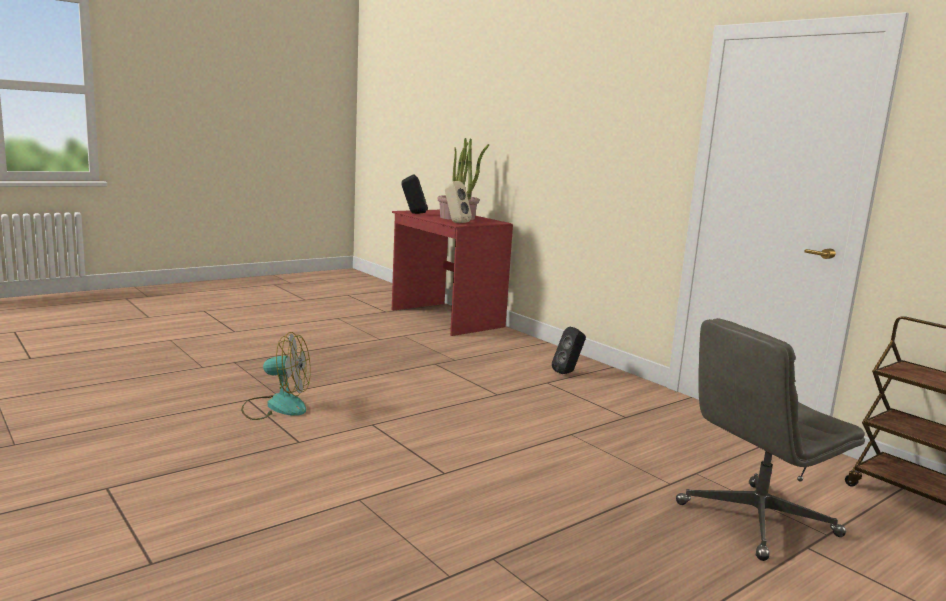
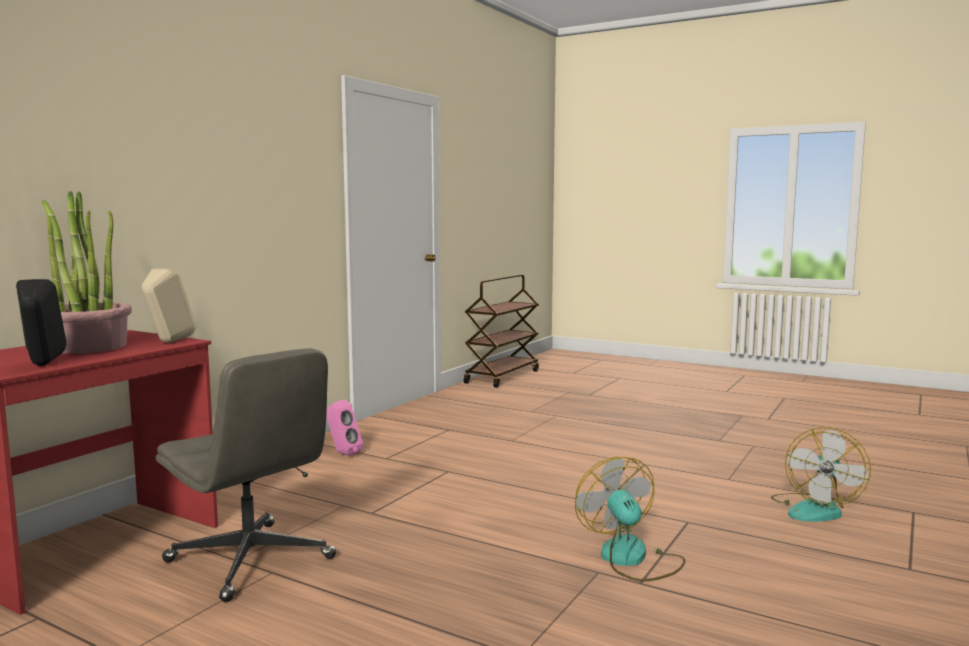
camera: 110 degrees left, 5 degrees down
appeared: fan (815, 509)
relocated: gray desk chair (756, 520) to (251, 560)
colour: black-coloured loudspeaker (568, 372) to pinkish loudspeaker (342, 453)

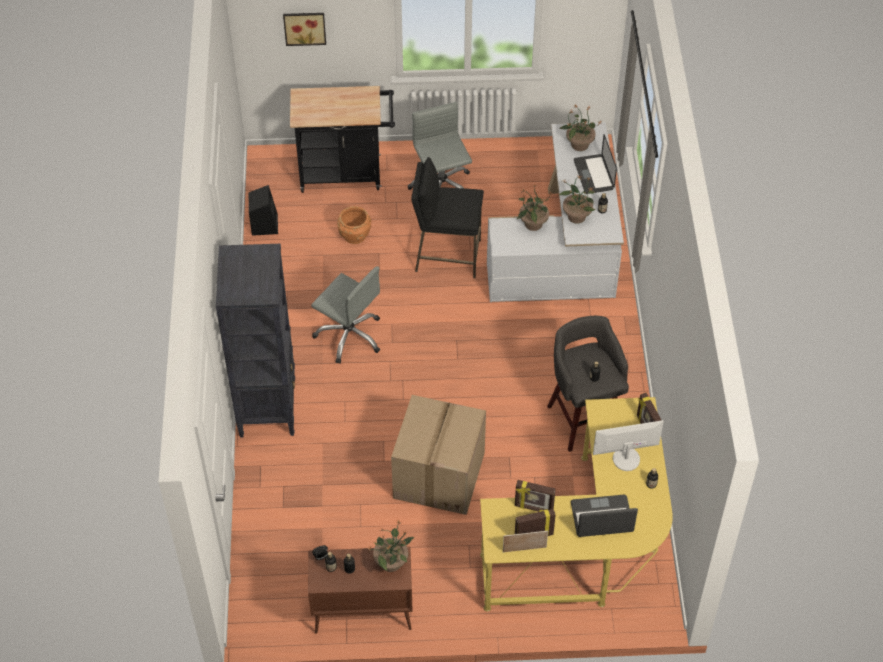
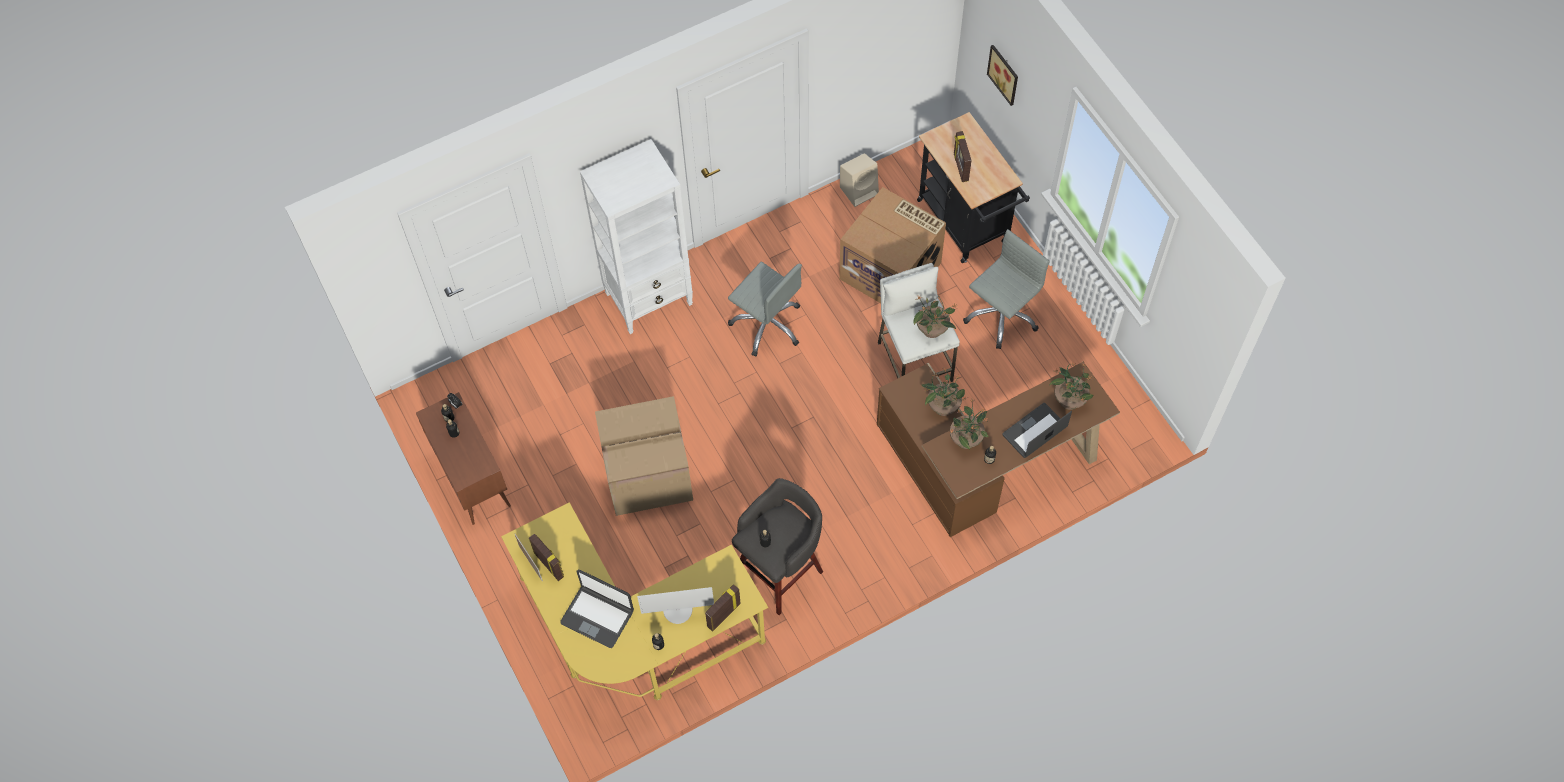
camera: 65 degrees right, 10 degrees up
relocated: photo frame (533, 508) to (960, 167); potted plant (392, 562) to (932, 330)
exchanged: orange flower pot (355, 235) to carton (892, 270)
colour: white desk (564, 252) to brownish desk (984, 464); black-coloured sitting stool (447, 256) to white sitting stool (914, 361); black-coloured loudspeaker (264, 224) to beige loudspeaker (859, 190); black-coloured shelving unit (268, 407) to white shelving unit (650, 299)
spun: gray desk chair (349, 335) = (767, 324) 60 degrees counterclockwise; computer screen (626, 458) = (678, 610) 120 degrees clockwise; portable computer (602, 518) = (597, 616) 150 degrees clockwise

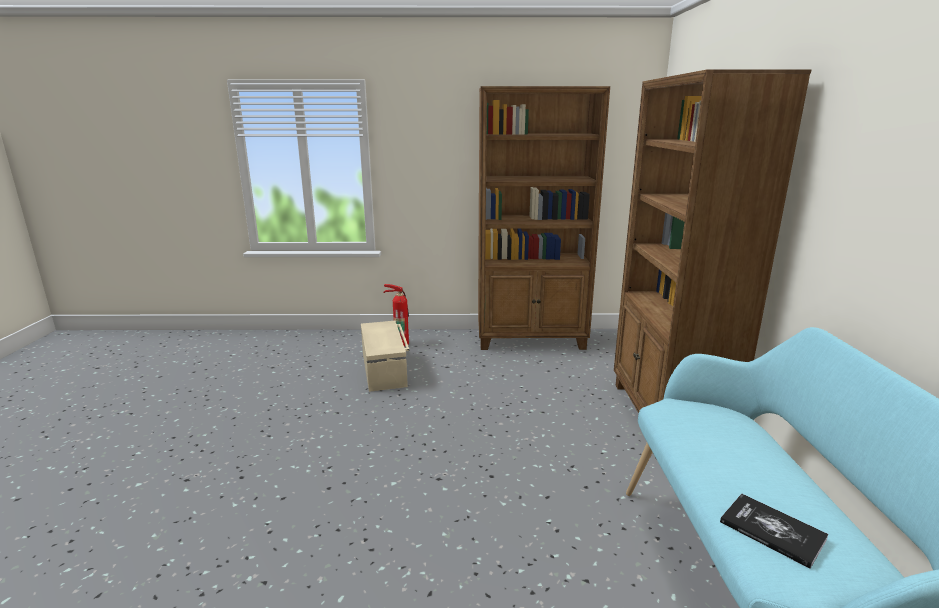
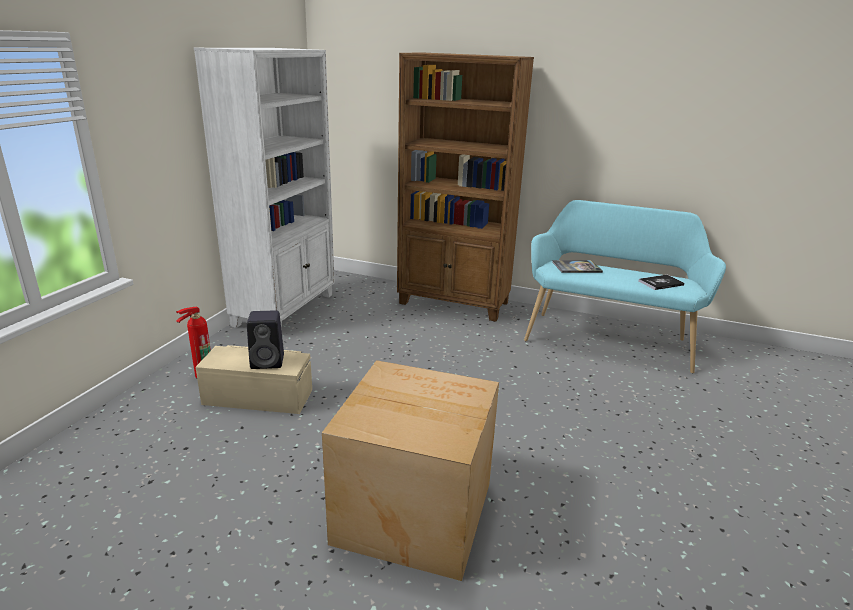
camera: 70 degrees left, 5 degrees up
appeared: volume (576, 267); black-coloured loudspeaker (268, 361); carton (412, 510)
colour: brownish shelving unit (531, 340) to white shelving unit (286, 309)

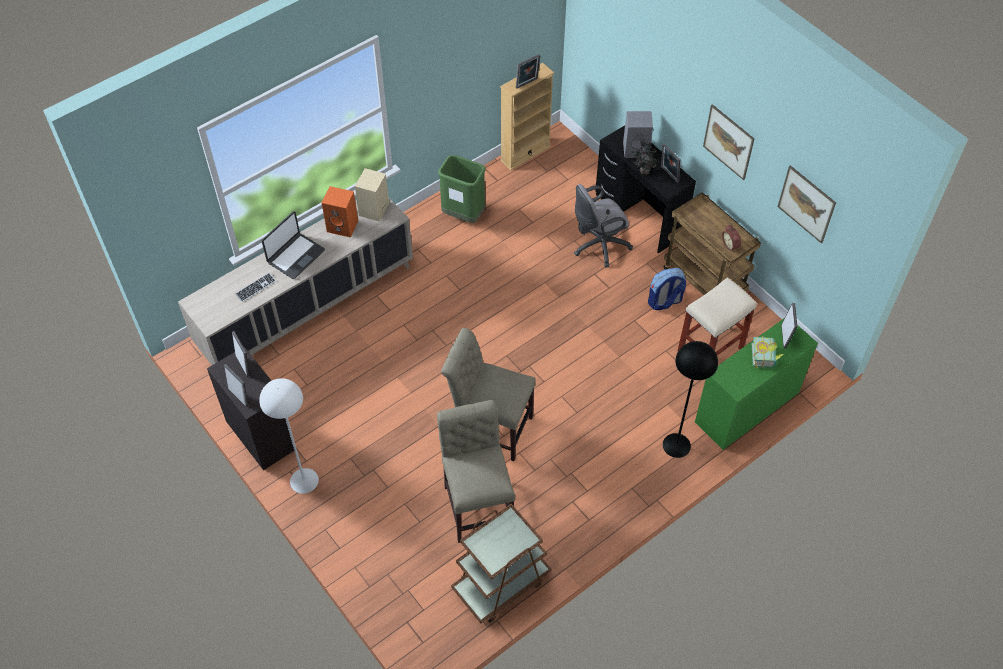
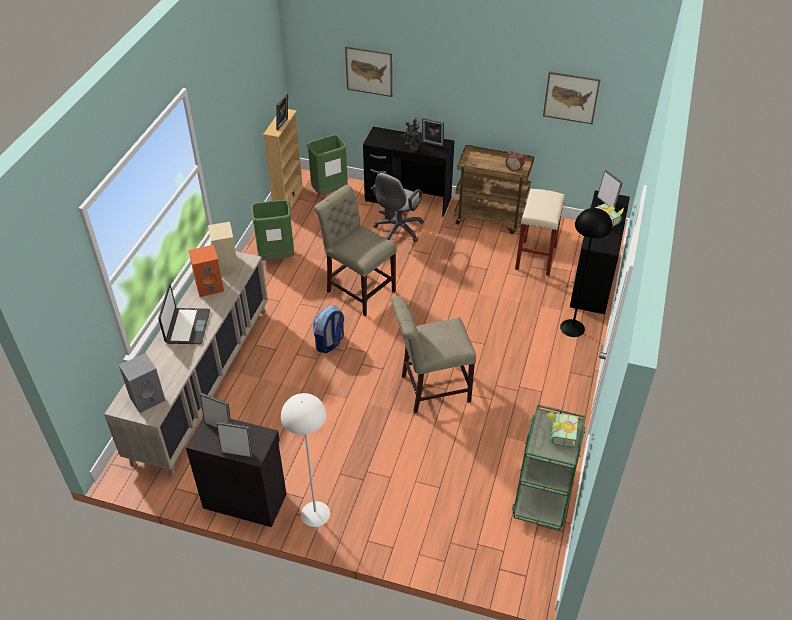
camera: 35 degrees left, 10 degrees down
missing: keyboard (255, 288)
appeared: green-coloured waste bin (329, 192); volume (559, 434)
relocated: wall picture (728, 142) to (369, 71); gray loudspeaker (636, 149) to (148, 398); knapsack (664, 301) to (330, 343); beige plain chair (477, 503) to (358, 289)
colour: green-coloured desk (747, 407) to black-coloured desk (593, 280); brownish cart (501, 583) to green-coloured cart (543, 493)

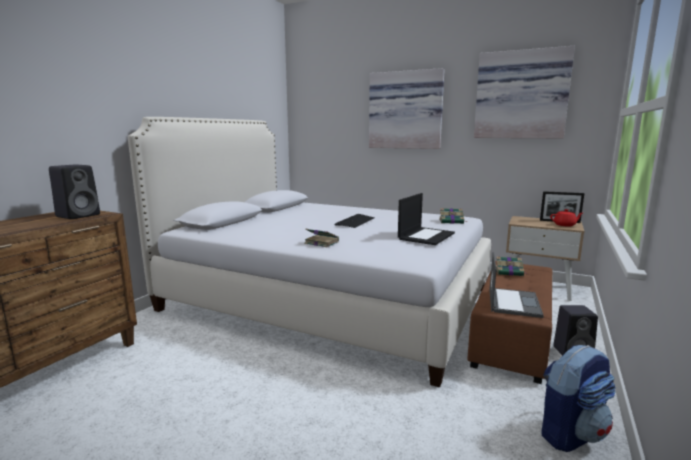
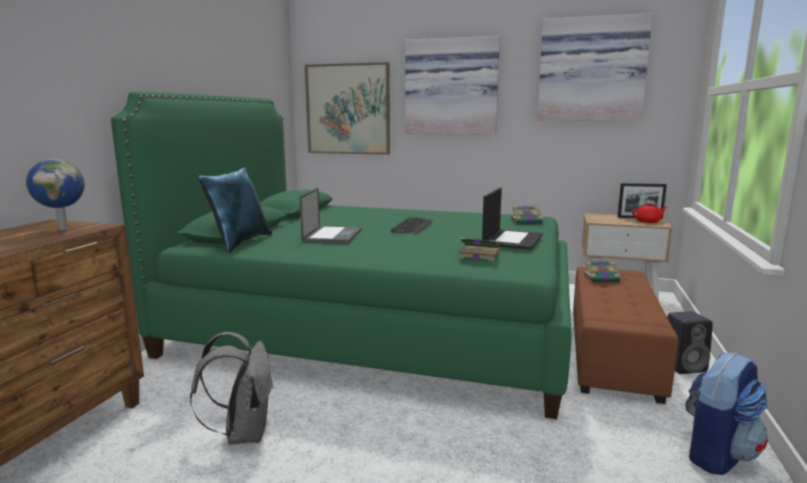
camera: 10 degrees left, 0 degrees up
appeared: wall picture (348, 109); bluish throw pillow (240, 242); gray knapsack (243, 433)
relocated: volume (321, 242) to (478, 255); portable computer (513, 302) to (332, 235)
exchanged: black-coloured loudspeaker (79, 215) to globe (63, 229)
colour: white bedroom bed (327, 299) to green-coloured bedroom bed (377, 326)

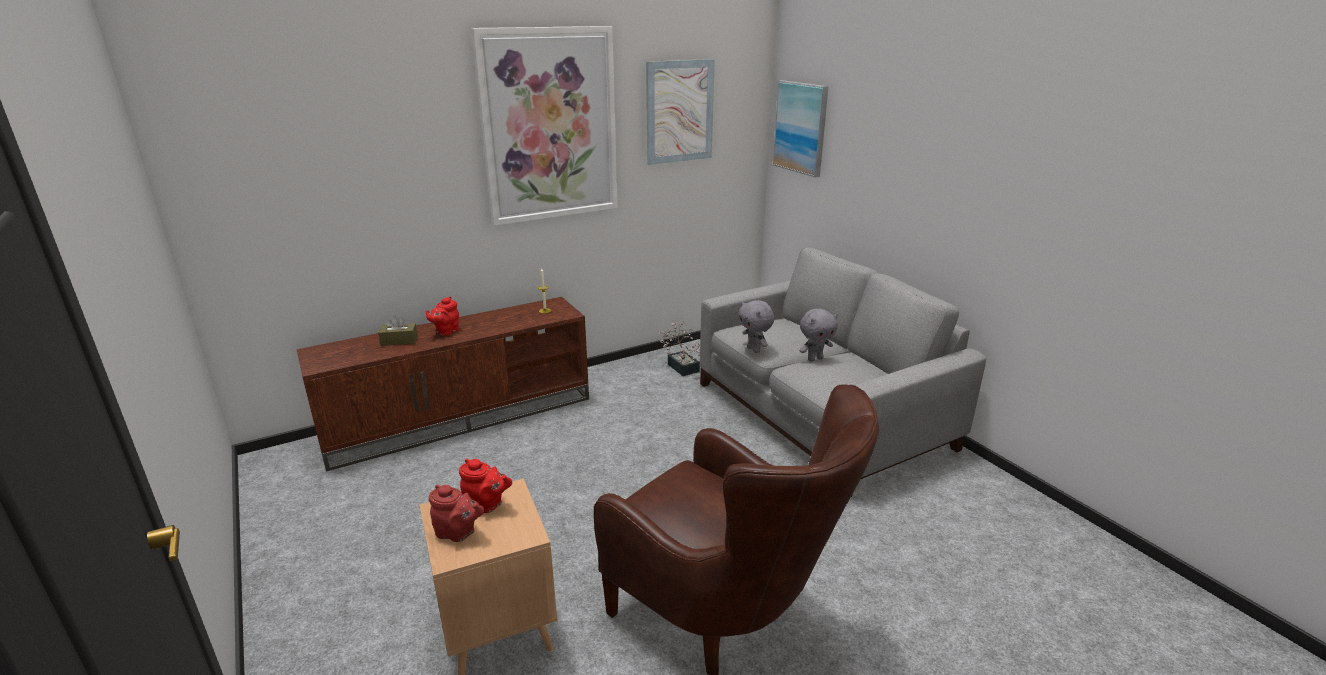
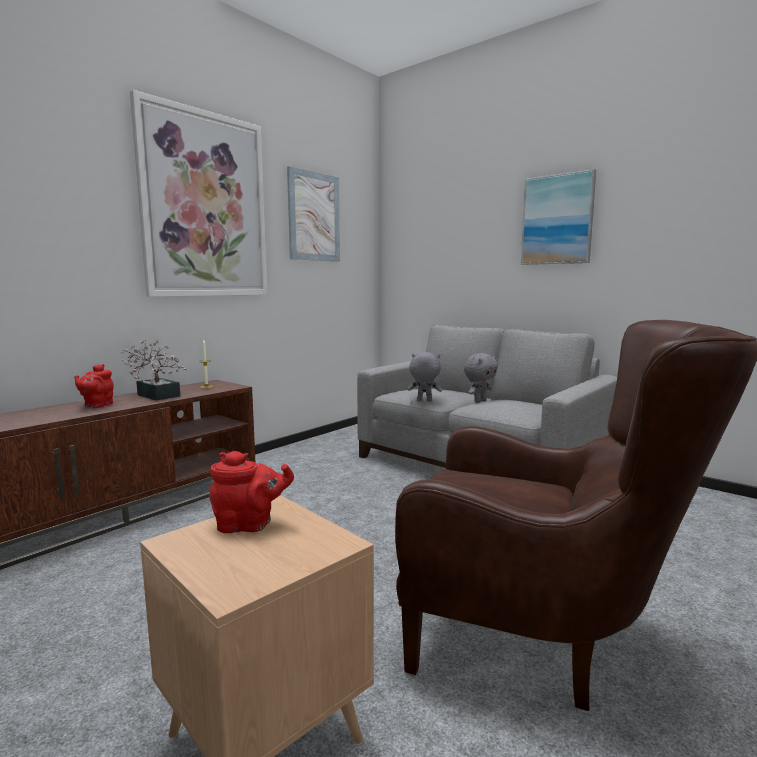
camera: 20 degrees left, 15 degrees down
missing: brownish box of tissues (399, 341); red-coloured tea pot (458, 533)
relocated: wall picture (801, 127) to (557, 220); potted plant (681, 366) to (156, 394)
spun: gray plush toy (754, 349) = (424, 400) 150 degrees clockwise

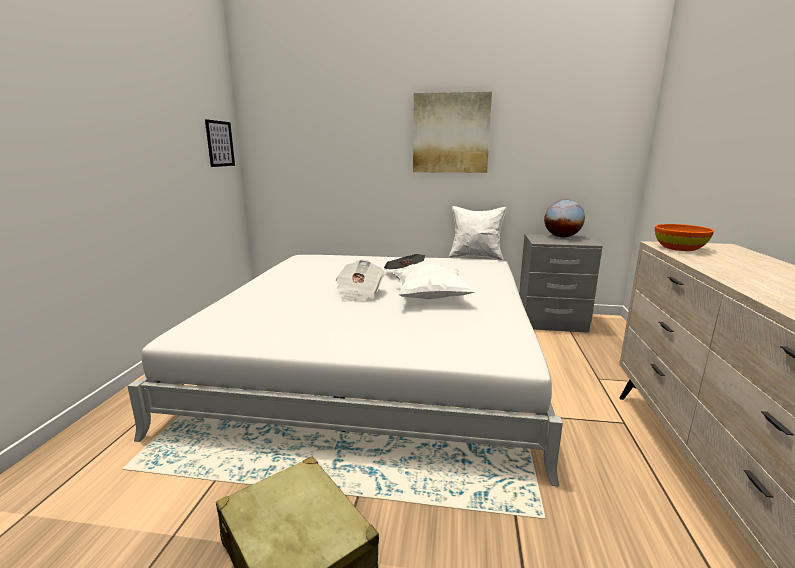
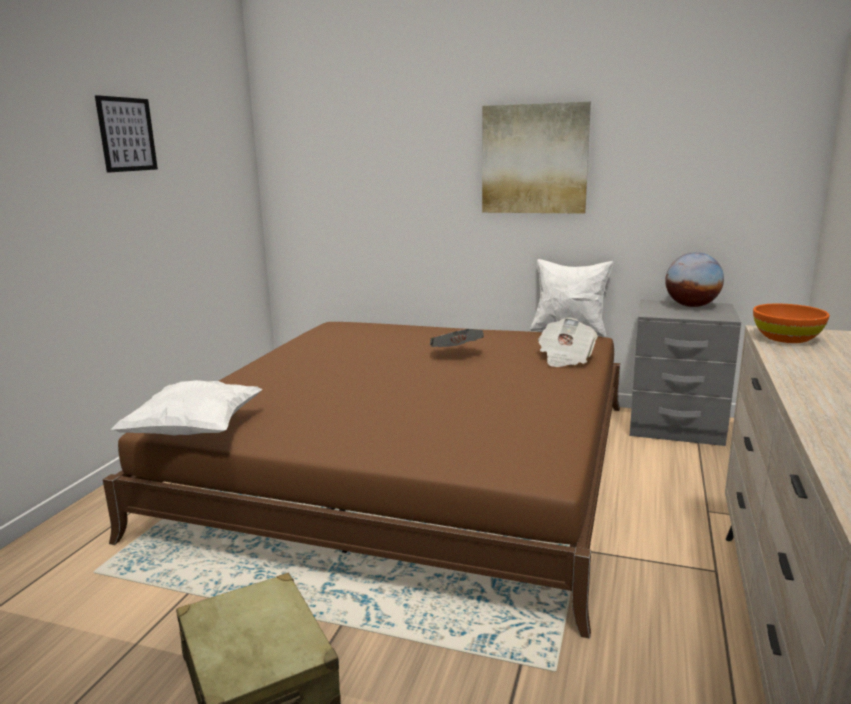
camera: 10 degrees right, 0 degrees up
relocated: wall picture (220, 143) to (127, 134); newspaper (359, 294) to (565, 358); white throw pillow (430, 298) to (195, 431)
colour: white bedroom bed (375, 357) to brownish bedroom bed (410, 464)

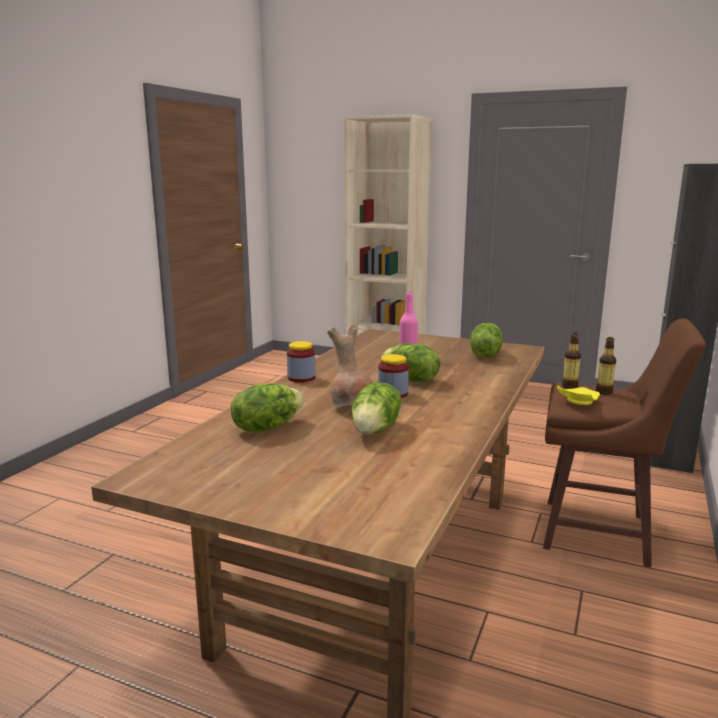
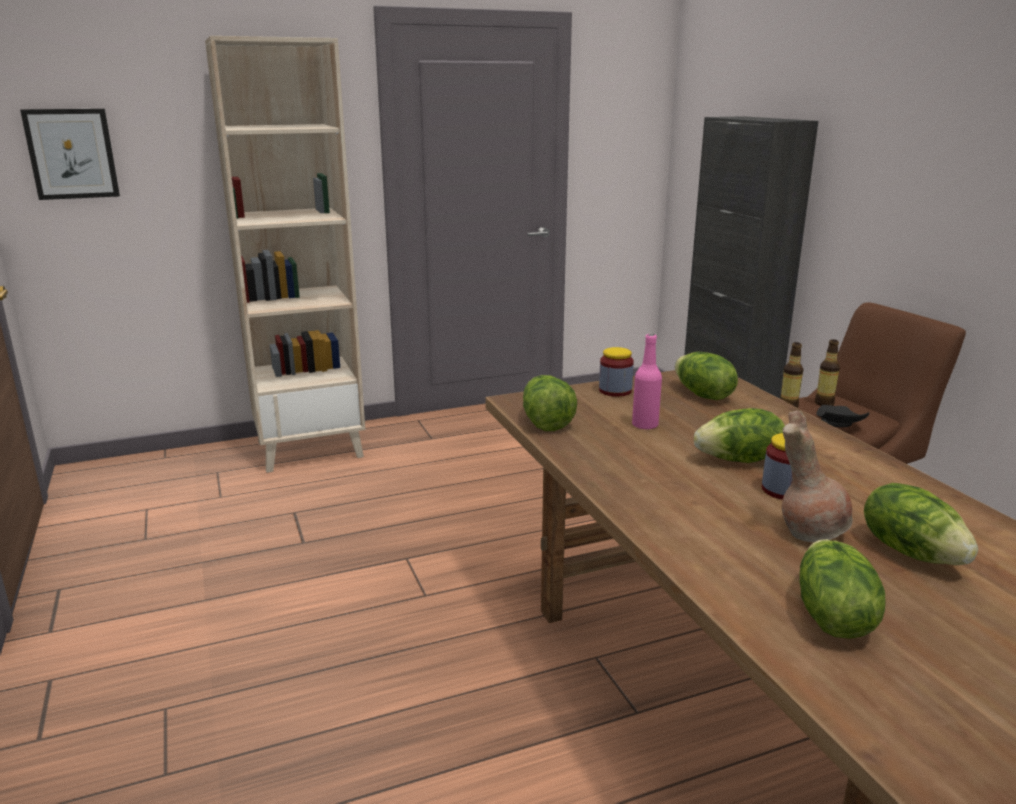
camera: 45 degrees left, 5 degrees up
appeared: wall picture (72, 154); lettuce head (545, 422)
relocated: jar (301, 378) to (615, 391)
colour: yellowish plate (577, 402) to black-coloured plate (837, 424)

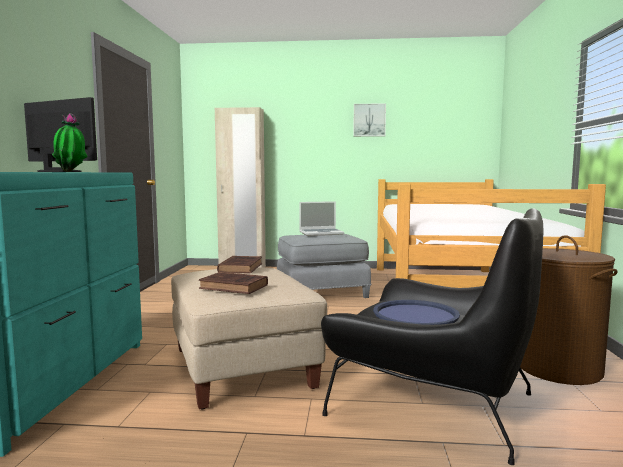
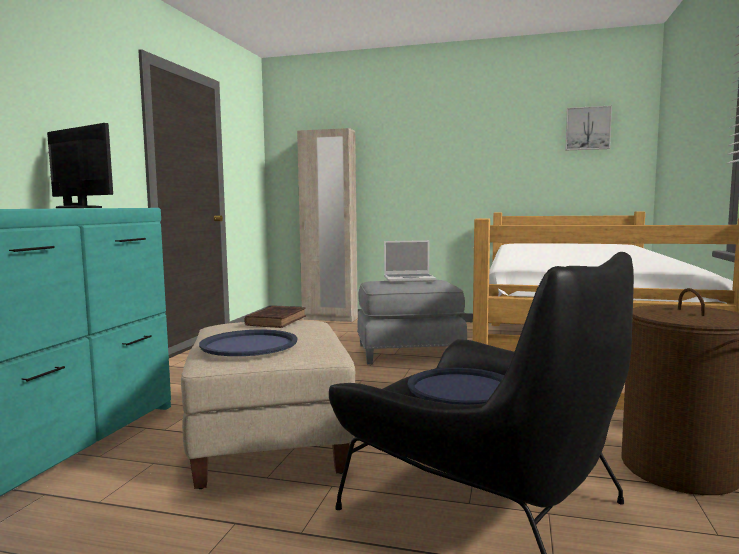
camera: 10 degrees right, 0 degrees up
missing: potted plant (70, 171)
relocated: wall picture (369, 120) to (588, 128)
exchanged: brownish volume (235, 287) to bluish carrying tray (249, 344)

